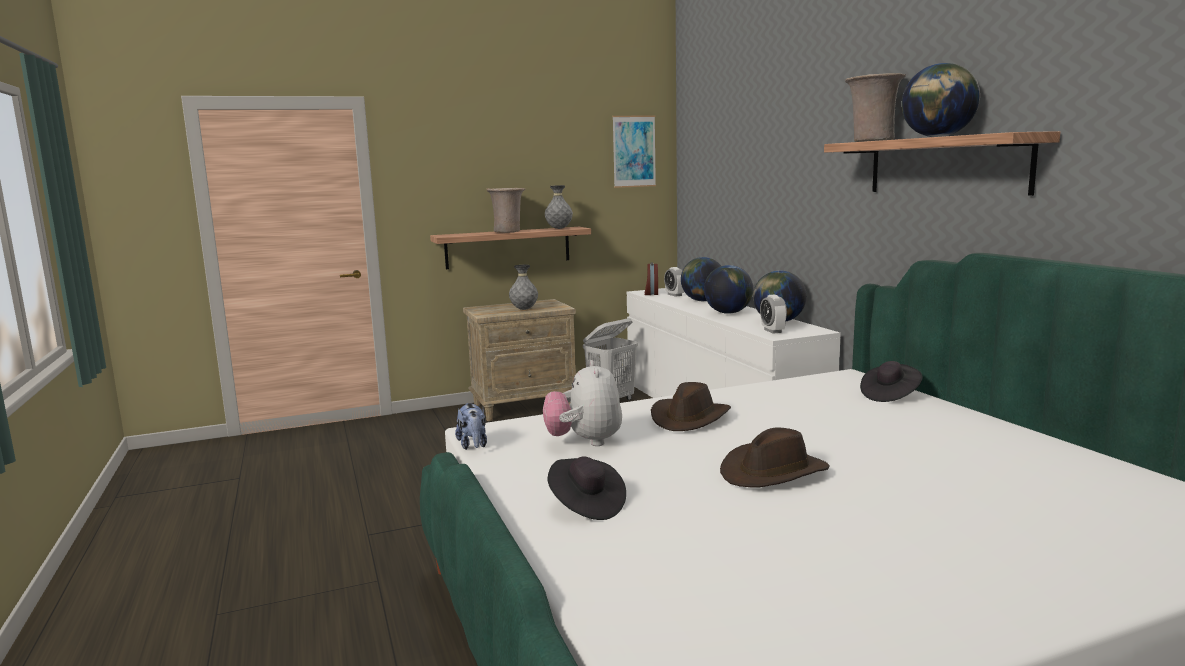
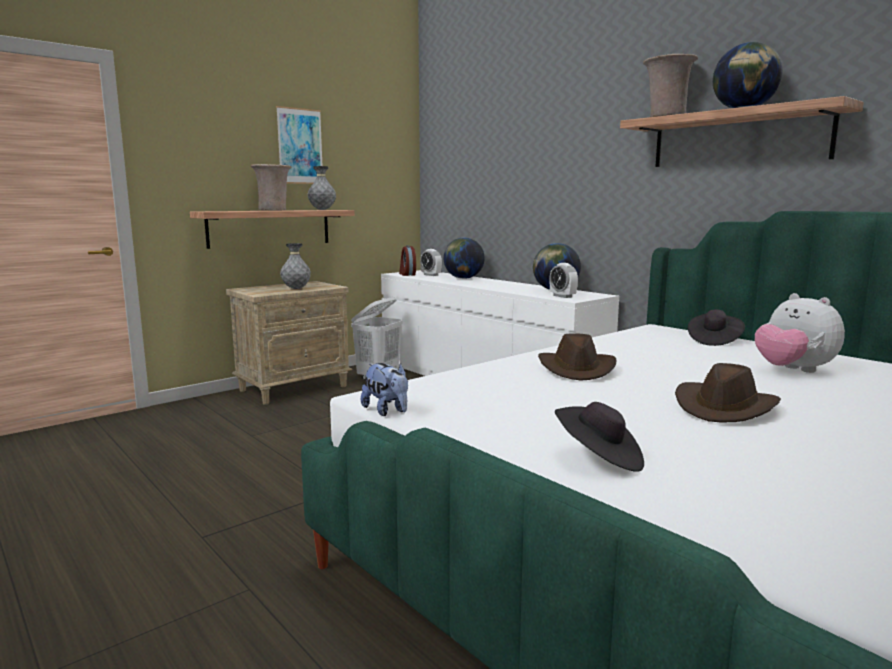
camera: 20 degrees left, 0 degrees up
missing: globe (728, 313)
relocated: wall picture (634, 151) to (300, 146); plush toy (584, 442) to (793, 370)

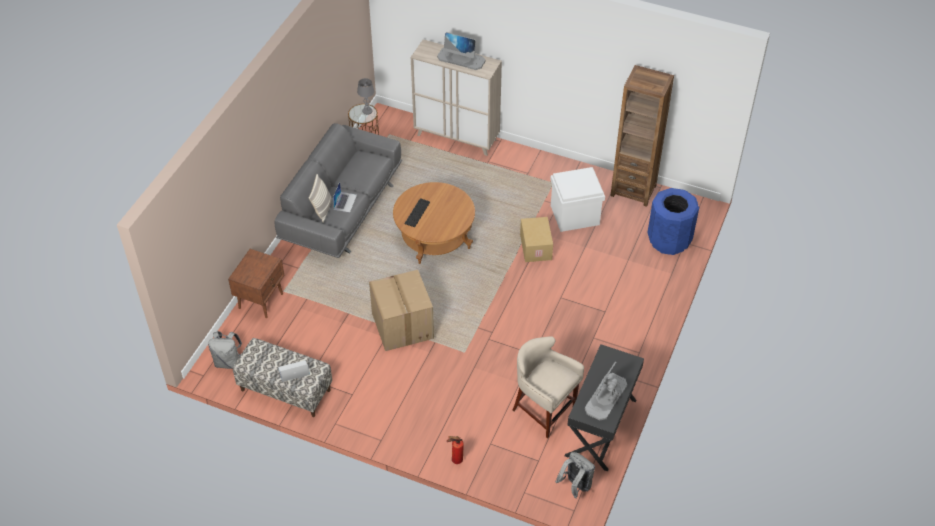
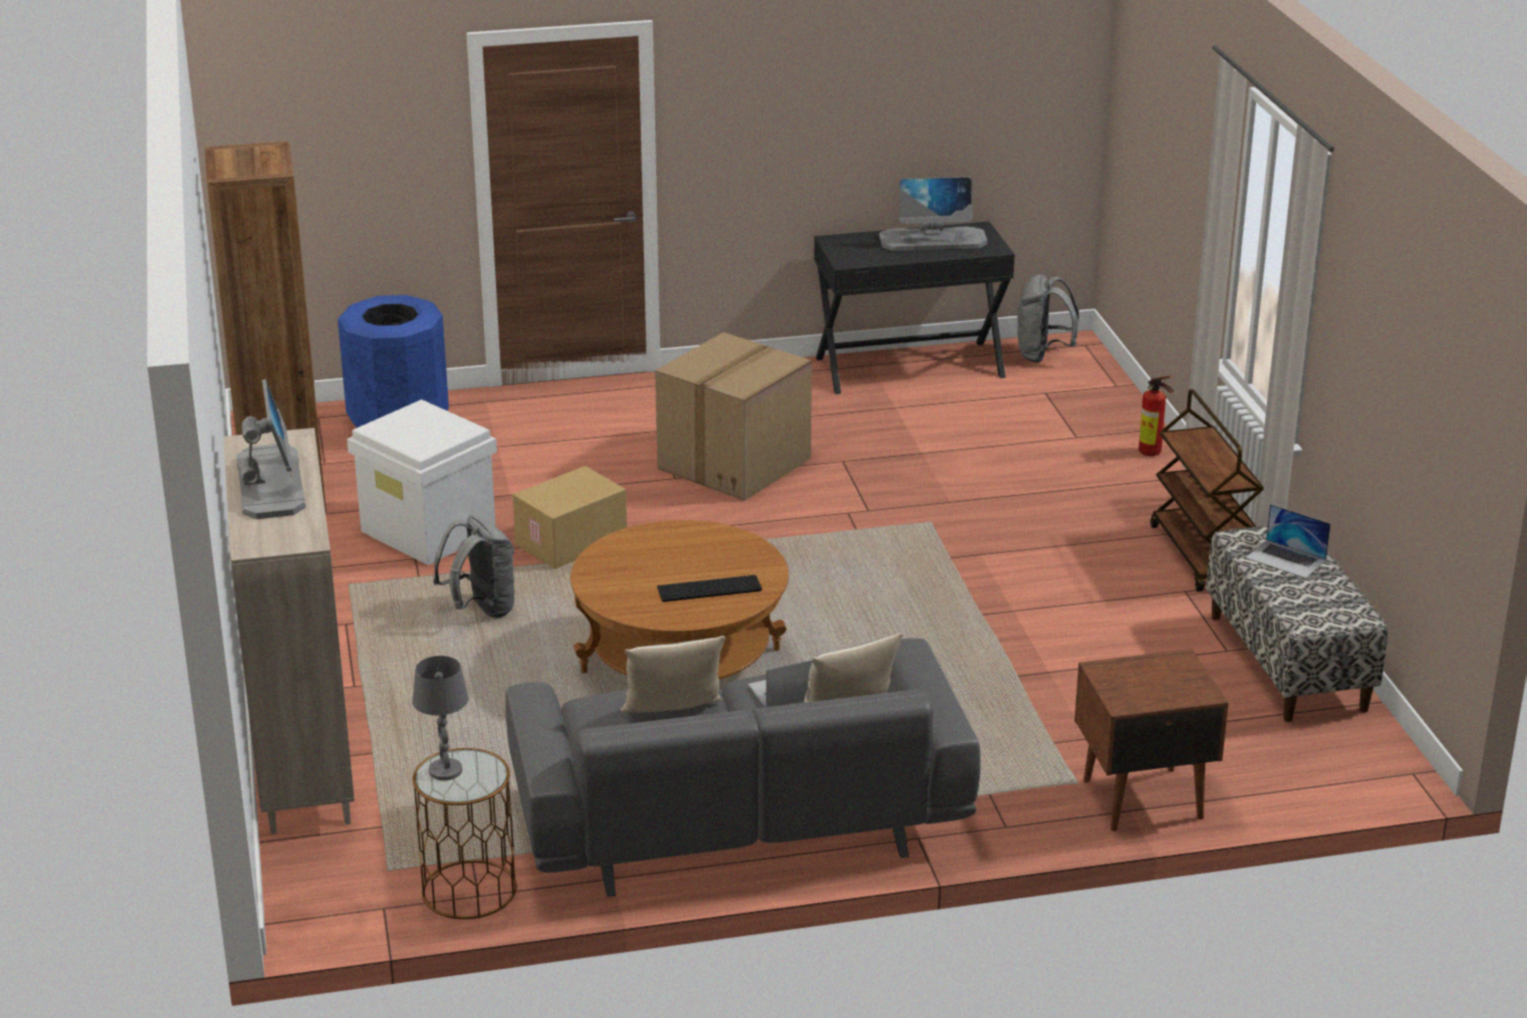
camera: 125 degrees left, 20 degrees down
missing: beige sitting stool (543, 410)
appeared: brownish cart (1202, 556); throw pillow (673, 714)
relocated: carton (401, 325) to (734, 465); gray knapsack (228, 362) to (481, 609)

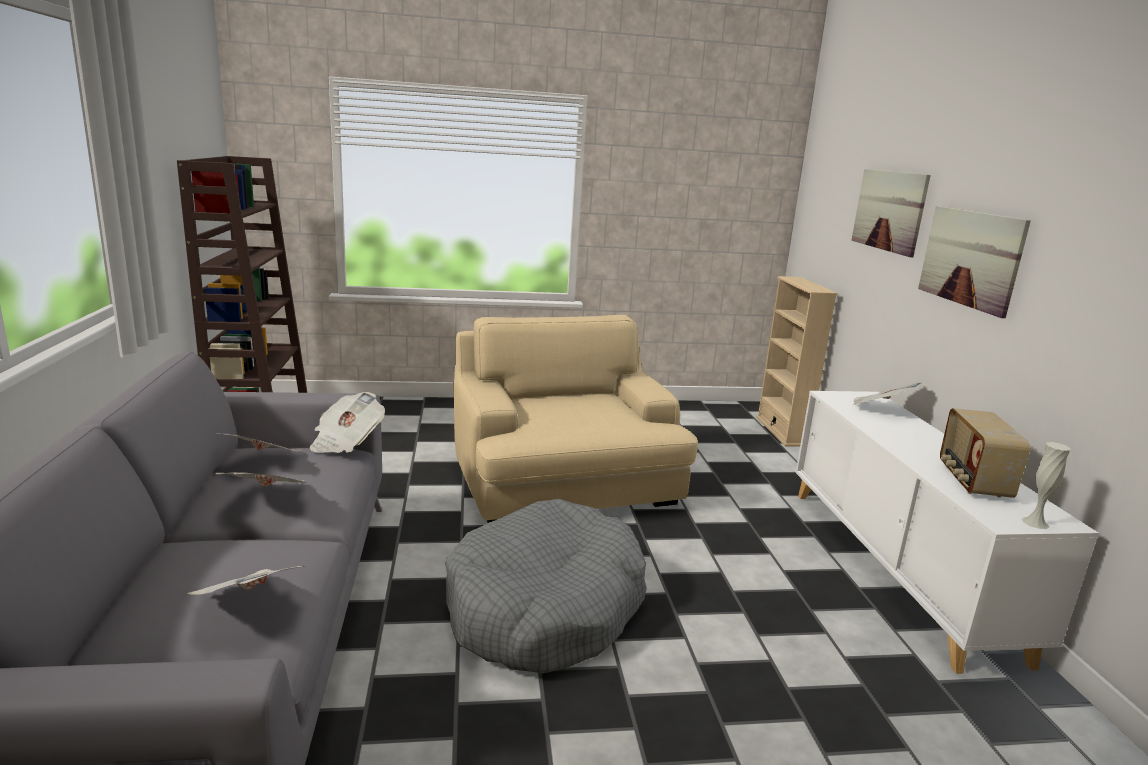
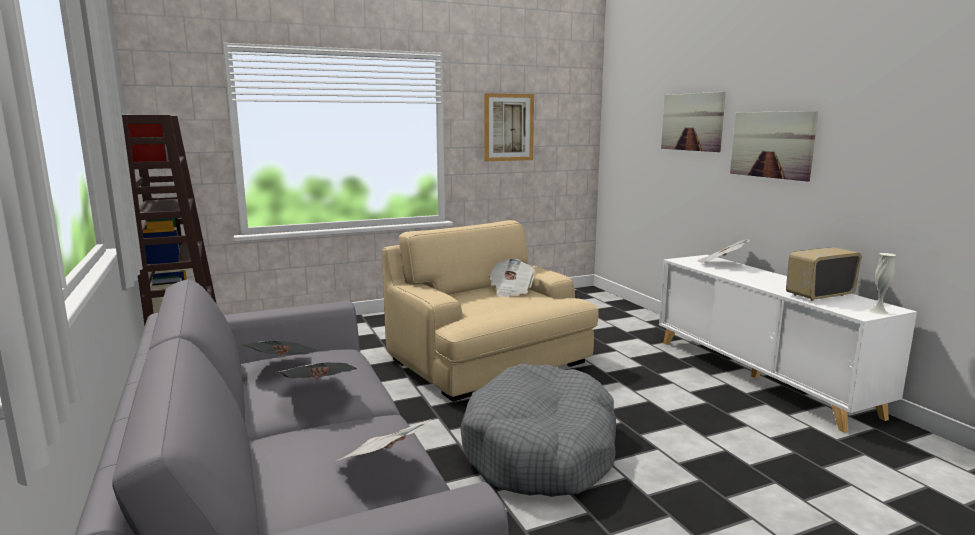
camera: 15 degrees left, 5 degrees down
missing: beige shelving unit (782, 431)
appeared: wall picture (508, 127)
relocated: newspaper (346, 441) to (511, 290)
spun: radio receiver (972, 481) = (819, 295) 75 degrees clockwise

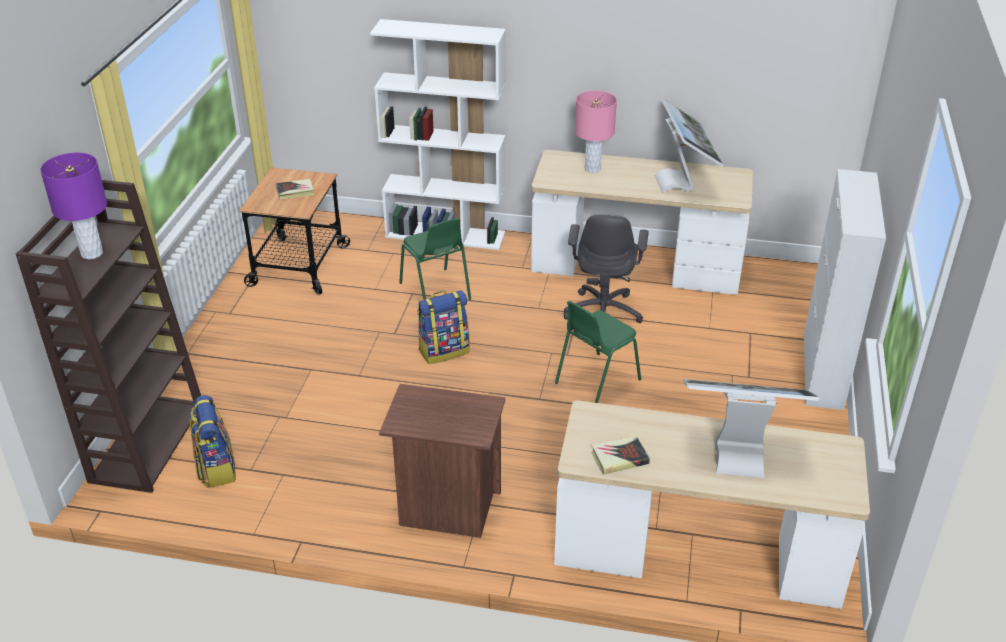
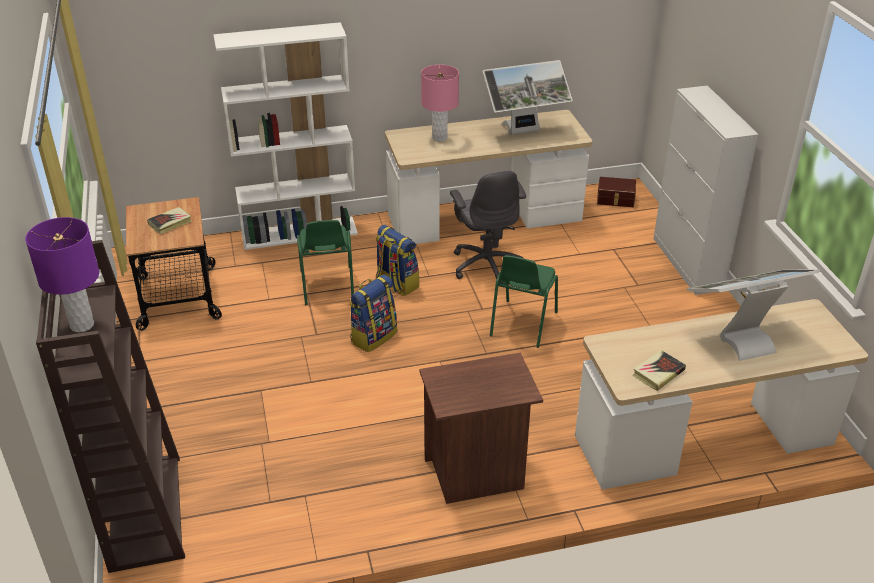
camera: 25 degrees left, 0 degrees up
appeared: brownish storage container (615, 199)
relocated: knapsack (216, 468) to (396, 284)
spun: computer screen (684, 182) = (524, 132) 105 degrees clockwise; green-coloured plain chair (435, 291) = (327, 286) 45 degrees clockwise

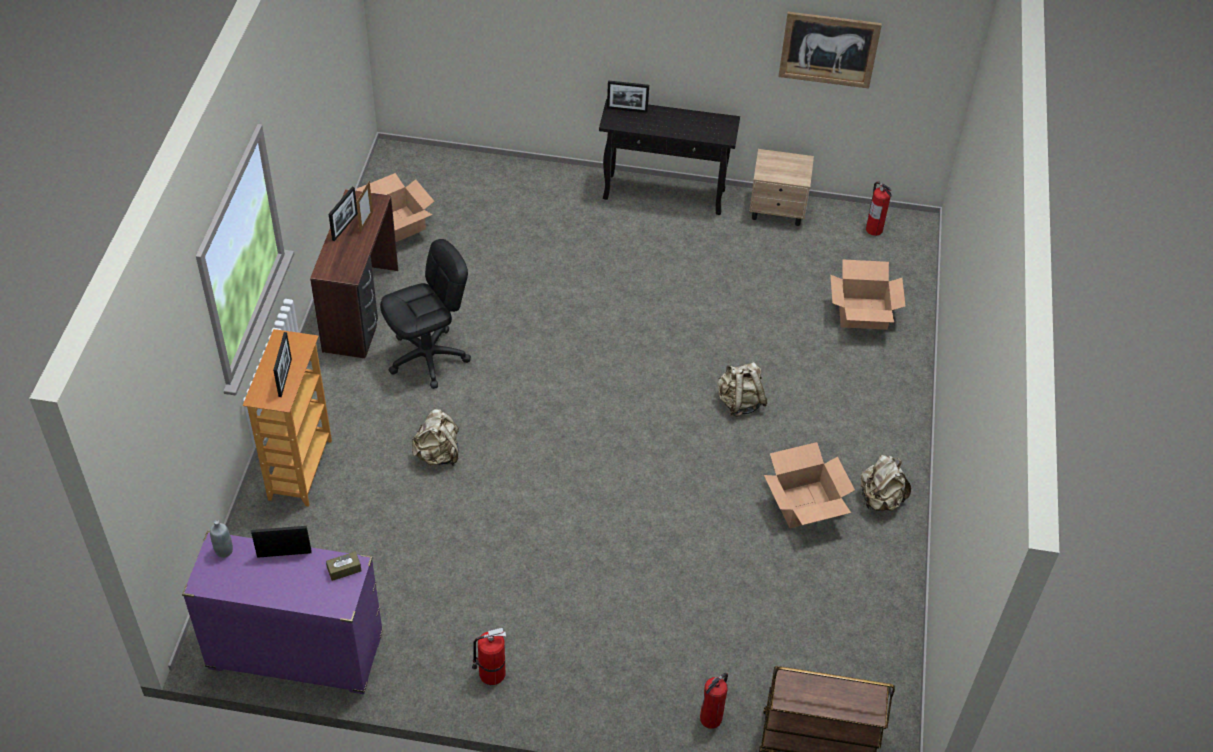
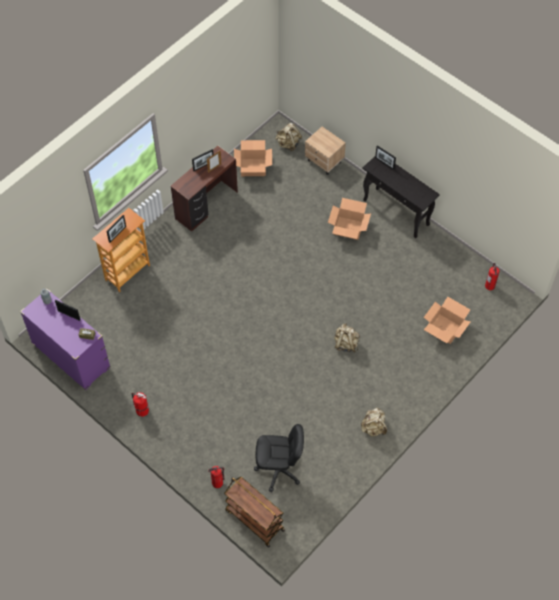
camera: 35 degrees right, 10 degrees up
missing: wall picture (829, 49)
relocated: beige night table (778, 210) to (324, 161); black-coloured desk chair (428, 357) to (279, 470); beige knapsack (438, 454) to (288, 144); carton (805, 505) to (348, 228)

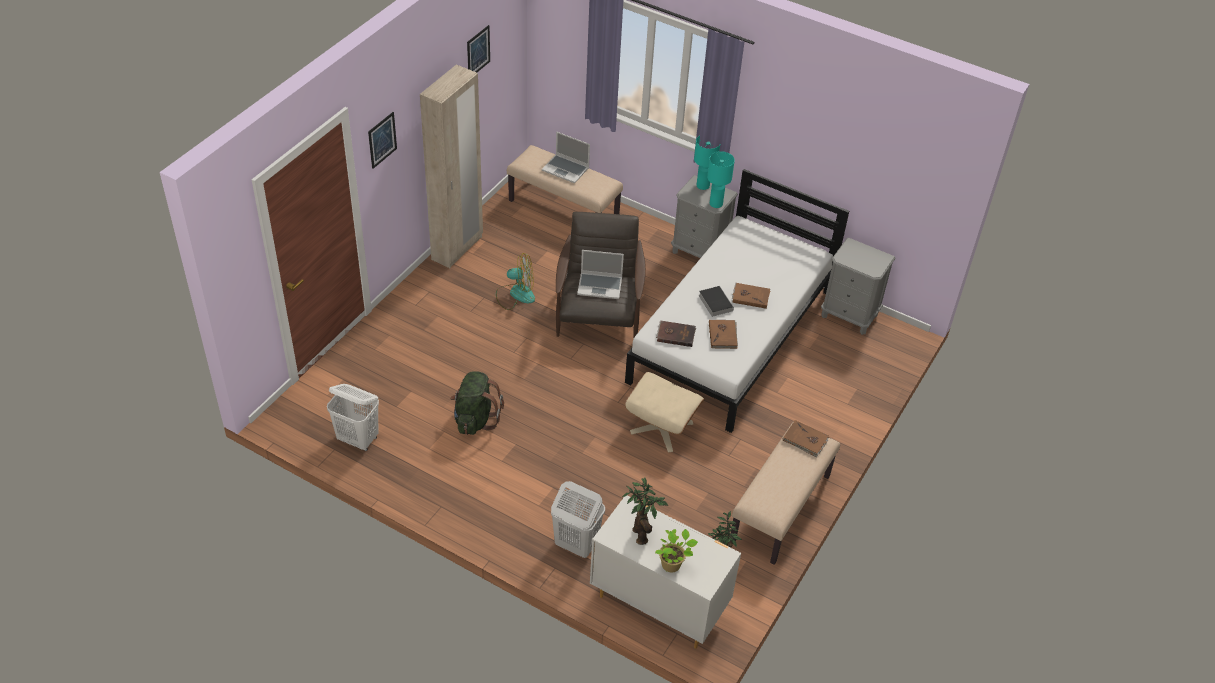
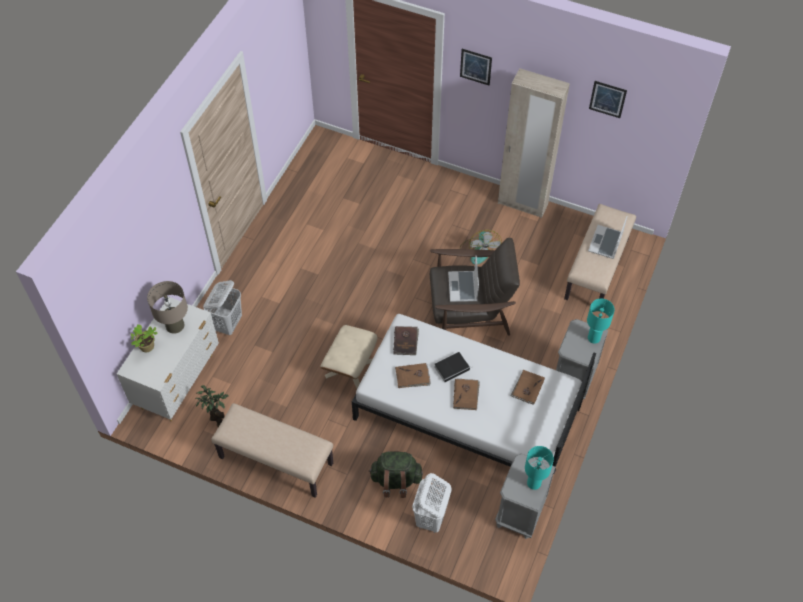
camera: 85 degrees right, 10 degrees up
relocated: blue-green lamp for a table (715, 204) to (534, 483); green-coloured knapsack (475, 419) to (396, 480); white hamper (358, 439) to (430, 518); brownish volume (805, 440) to (527, 388)
exchanged: potted plant (641, 533) to beige lamp for a table (175, 325)

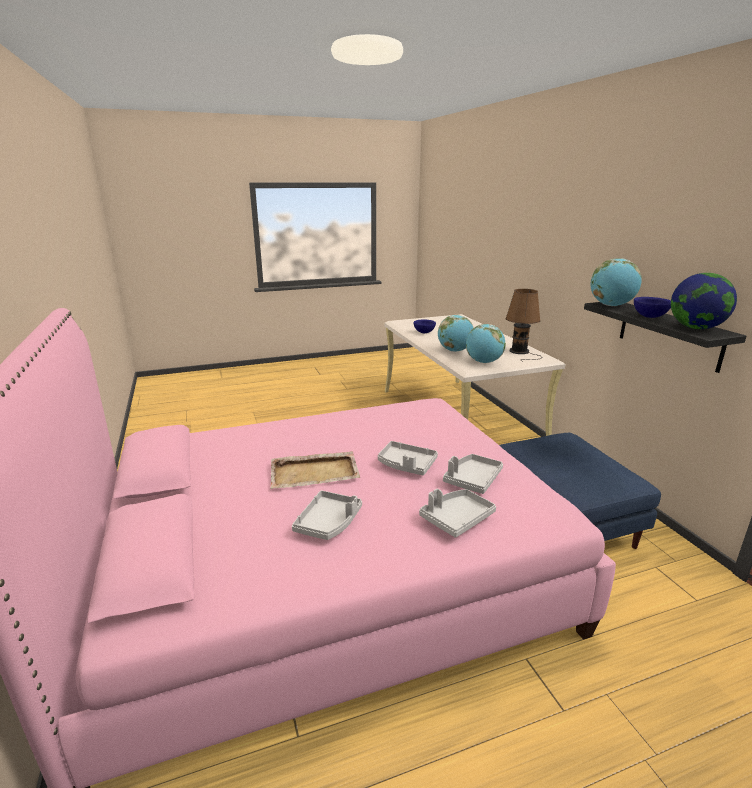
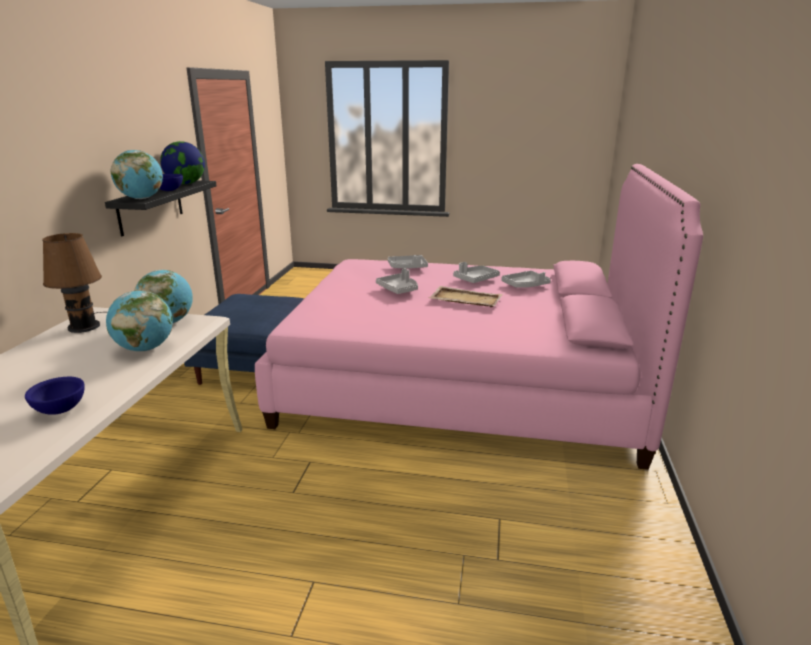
camera: 150 degrees left, 0 degrees up
relocated: gray carrying tray (472, 480) to (525, 285)

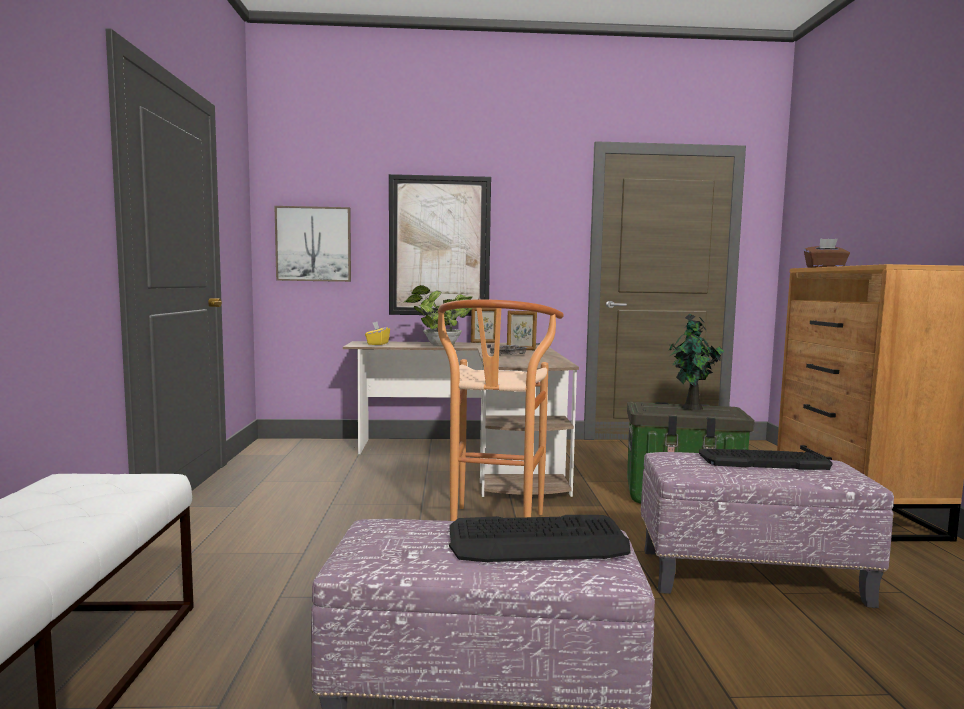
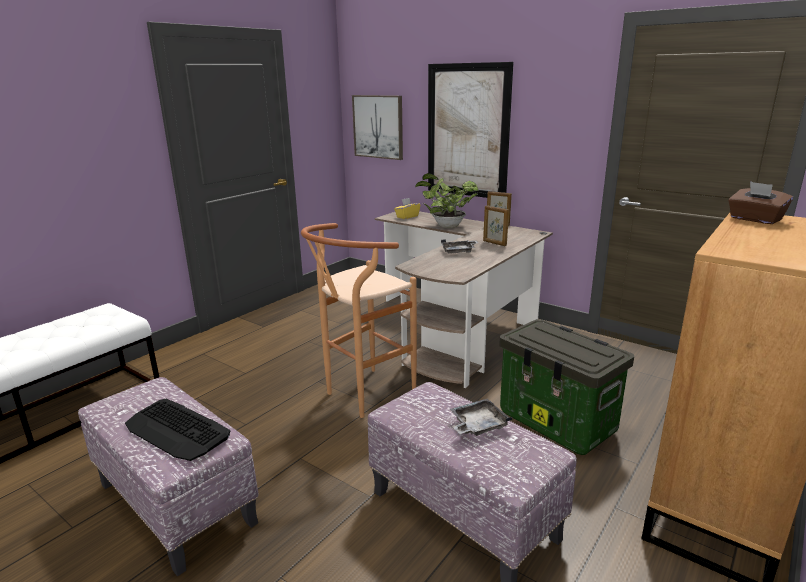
camera: 40 degrees right, 15 degrees up
missing: potted plant (692, 408)
exchanged: keyboard (761, 460) to gray carrying tray (478, 425)

